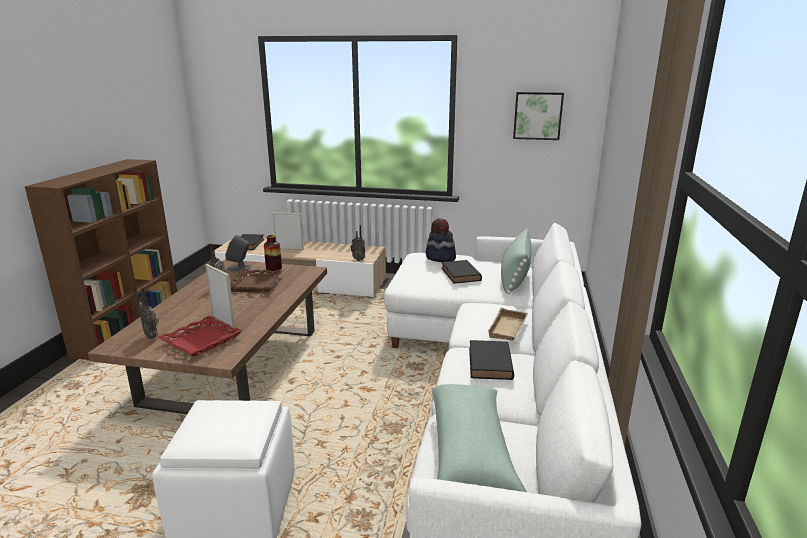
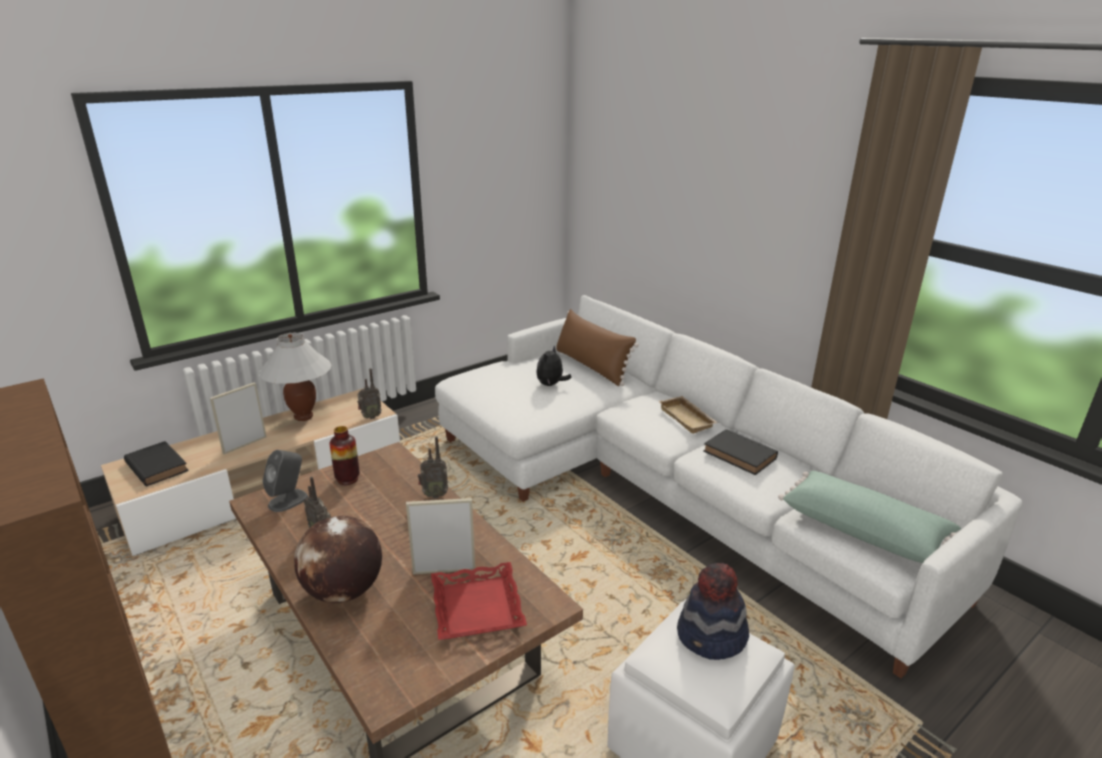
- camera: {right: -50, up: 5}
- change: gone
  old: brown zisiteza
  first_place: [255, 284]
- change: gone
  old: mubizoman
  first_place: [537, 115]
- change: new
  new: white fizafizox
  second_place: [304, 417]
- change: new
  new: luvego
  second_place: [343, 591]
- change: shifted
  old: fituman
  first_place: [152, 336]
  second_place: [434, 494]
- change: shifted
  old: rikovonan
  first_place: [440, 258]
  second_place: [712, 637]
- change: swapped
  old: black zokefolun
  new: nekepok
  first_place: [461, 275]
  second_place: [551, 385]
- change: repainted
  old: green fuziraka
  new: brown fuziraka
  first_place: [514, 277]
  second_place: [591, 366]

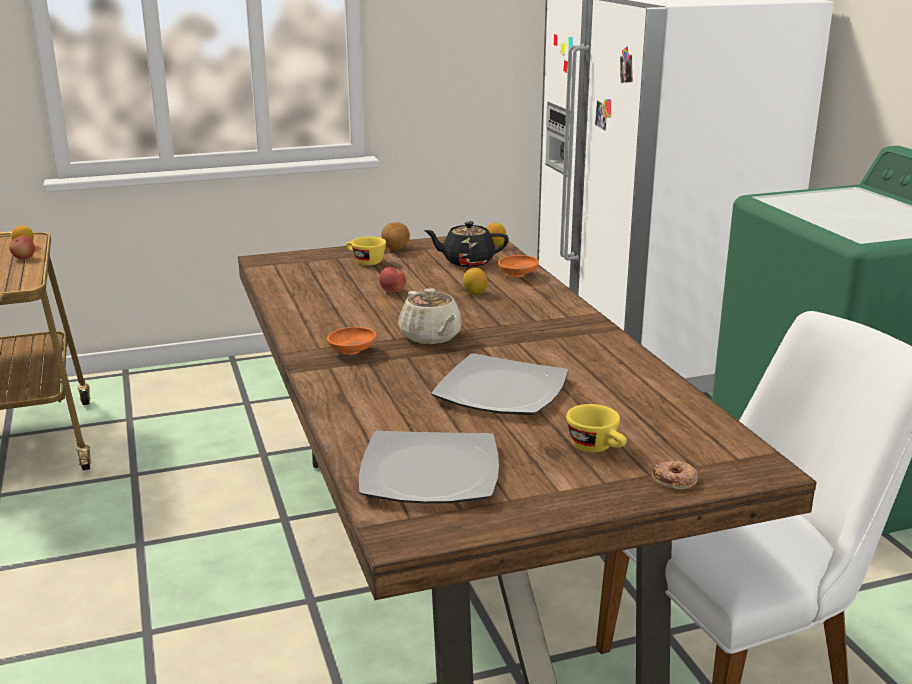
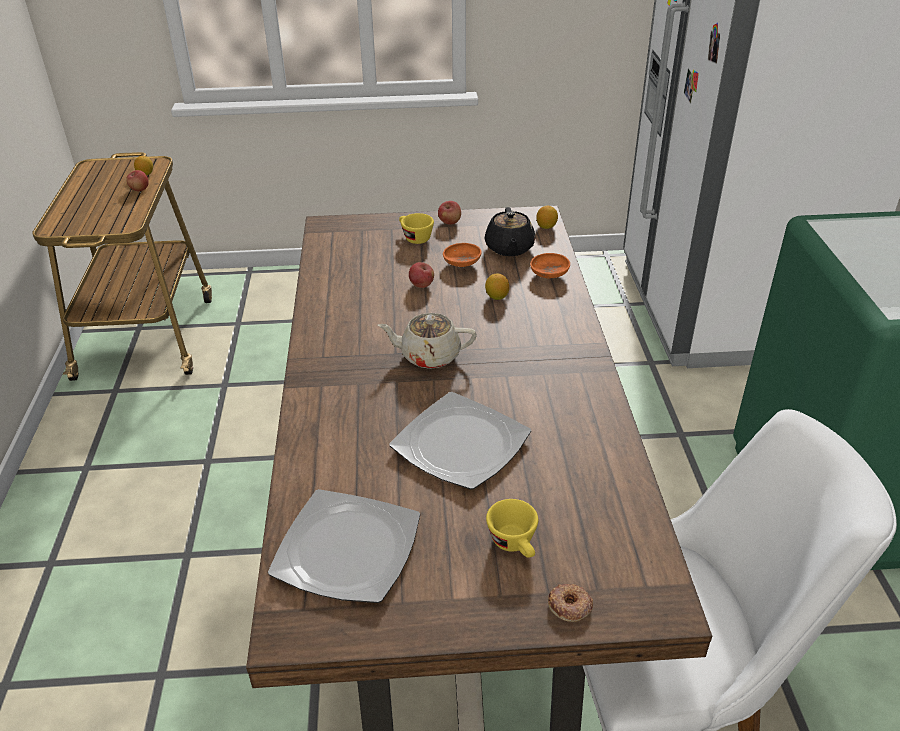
- camera: {right: 15, up: 15}
- change: shifted
  old: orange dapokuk
  first_place: [352, 352]
  second_place: [462, 264]
- change: swapped
  old: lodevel
  new: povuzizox
  first_place: [395, 249]
  second_place: [450, 222]
- change: rotated
  old: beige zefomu
  first_place: [431, 337]
  second_place: [429, 356]
  degrees: 105
- change: rotated
  old: black zefomu
  first_place: [467, 261]
  second_place: [509, 248]
  degrees: -105

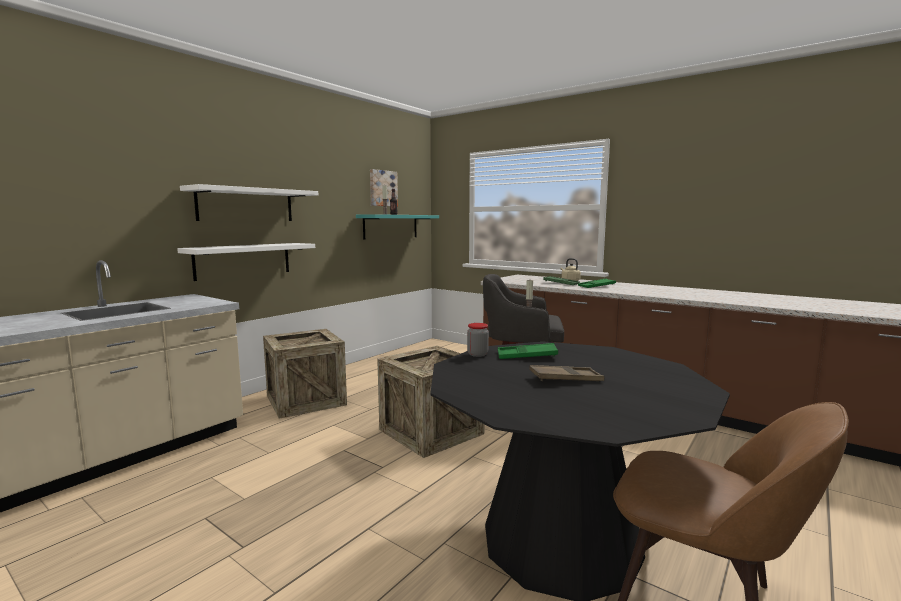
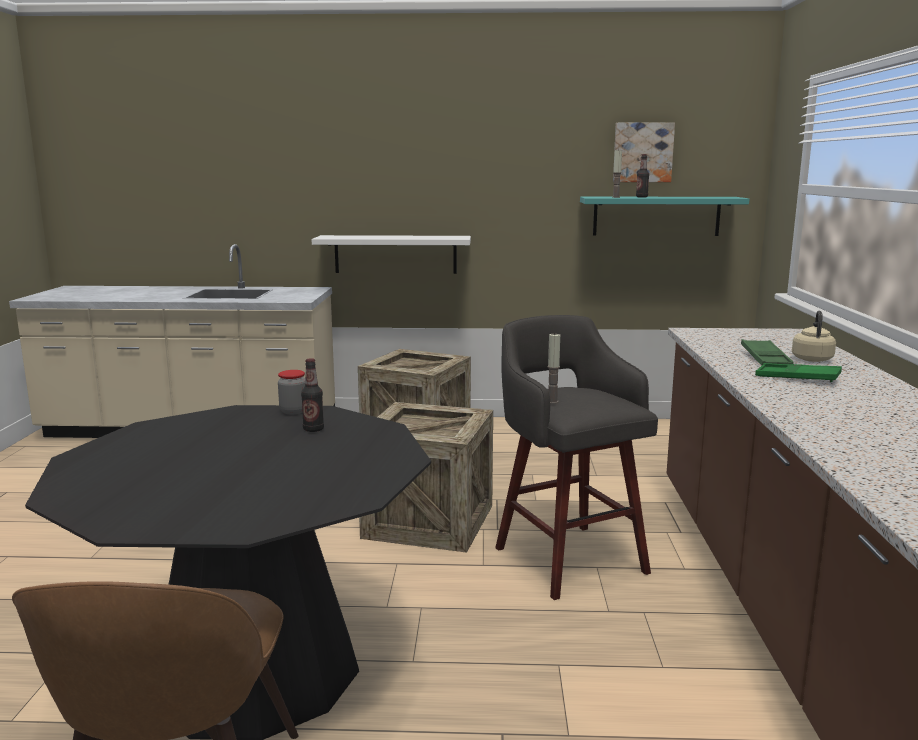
- camera: {right: 55, up: 5}
- change: gone
  old: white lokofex
  first_place: [246, 205]
- change: gone
  old: brown zisiteza
  first_place: [565, 379]
- change: swapped
  old: green zisiteza
  new: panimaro
  first_place: [527, 356]
  second_place: [313, 429]

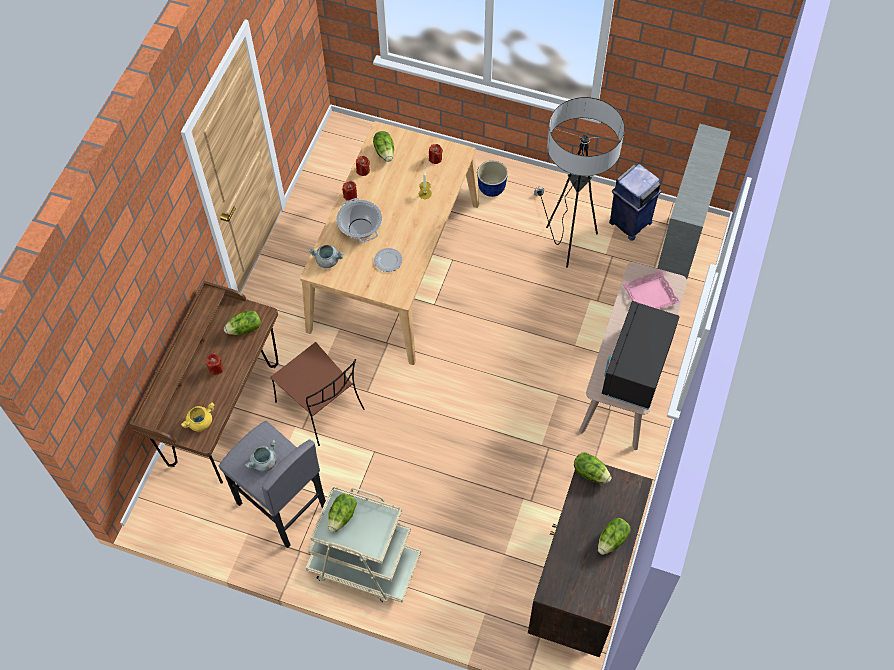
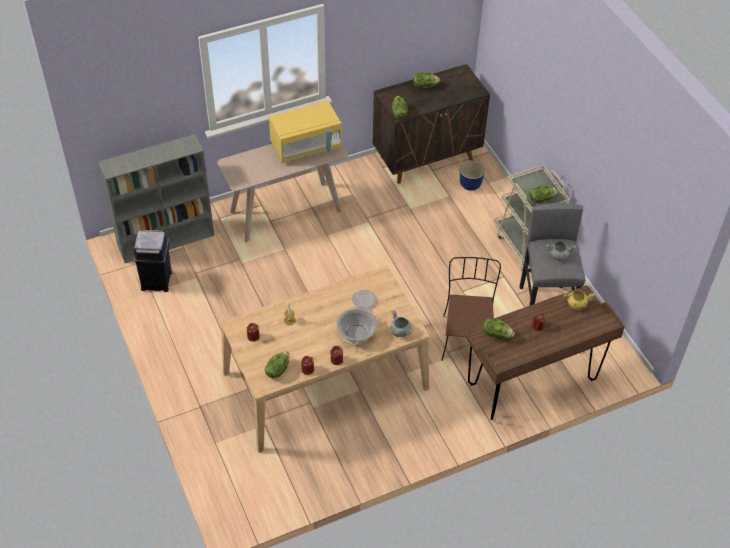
- camera: {right: -135, up: -10}
- change: gone
  old: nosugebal
  first_place: [568, 242]
- change: gone
  old: pink zisiteza
  first_place: [650, 295]
- change: shifted
  old: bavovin
  first_place: [491, 189]
  second_place: [470, 185]
- change: repainted
  old: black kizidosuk
  new: yellow kizidosuk
  first_place: [636, 368]
  second_place: [306, 146]

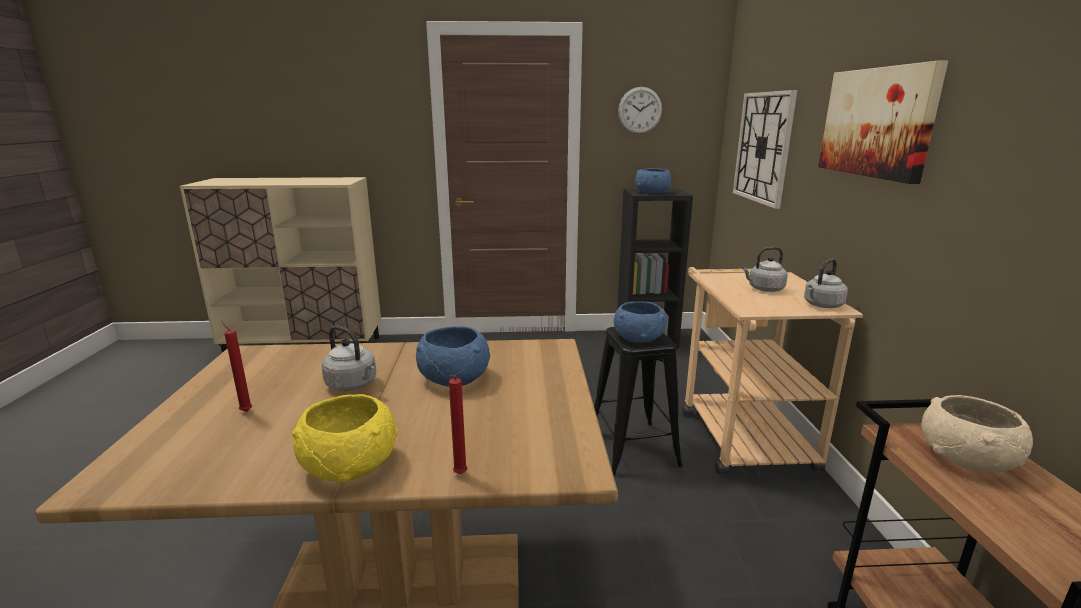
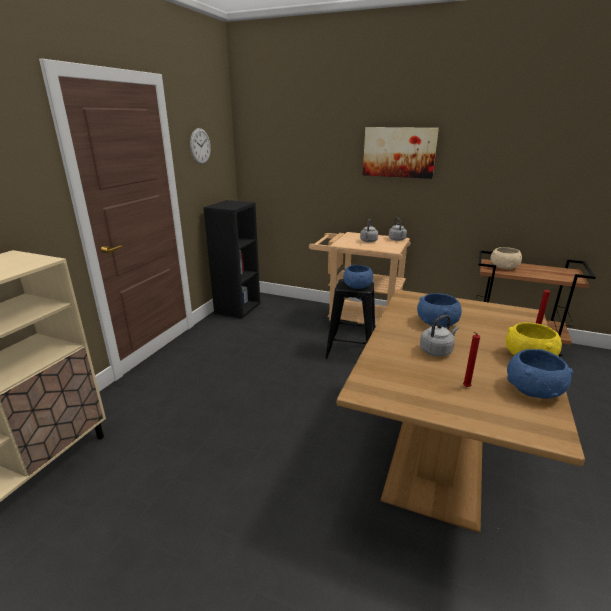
- camera: {right: -65, up: 5}
- change: gone
  old: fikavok
  first_place: [763, 147]
- change: shifted
  old: blue dapokuk
  first_place: [652, 192]
  second_place: [533, 389]

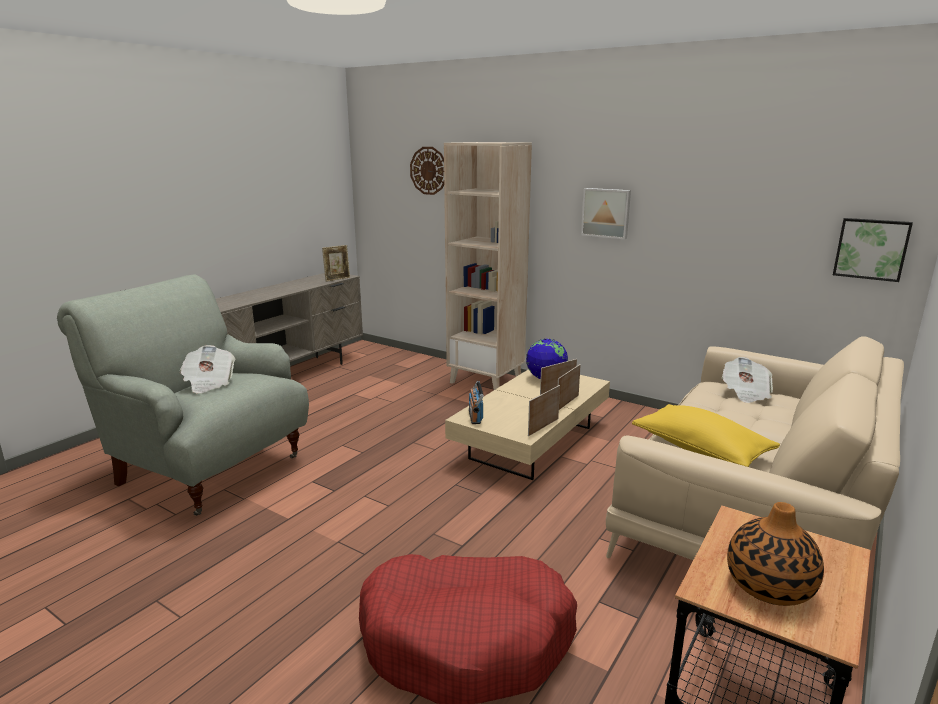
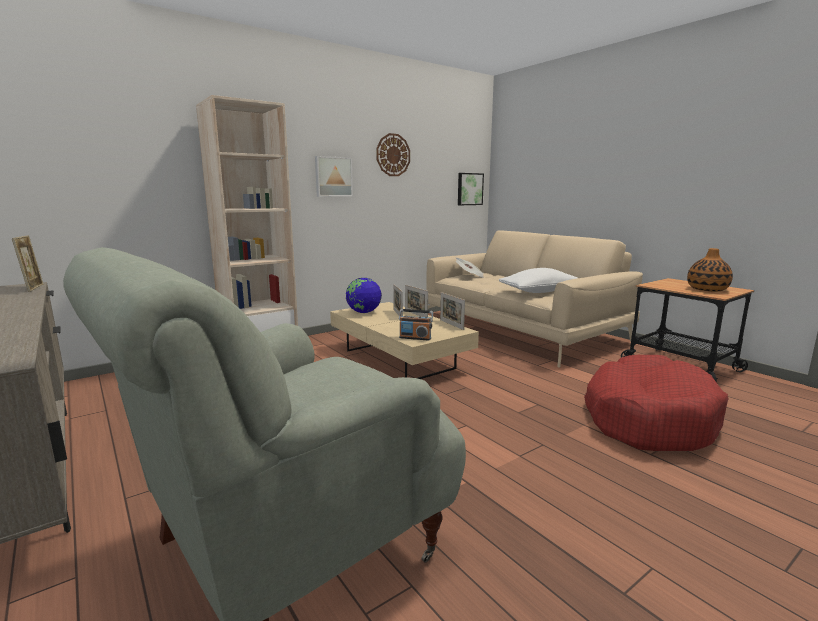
- camera: {right: -70, up: -5}
- change: gone
  old: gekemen
  first_place: [209, 383]
- change: shifted
  old: fikavok
  first_place: [429, 170]
  second_place: [393, 155]
- change: repainted
  old: yellow fuziraka
  new: white fuziraka
  first_place: [701, 450]
  second_place: [539, 291]

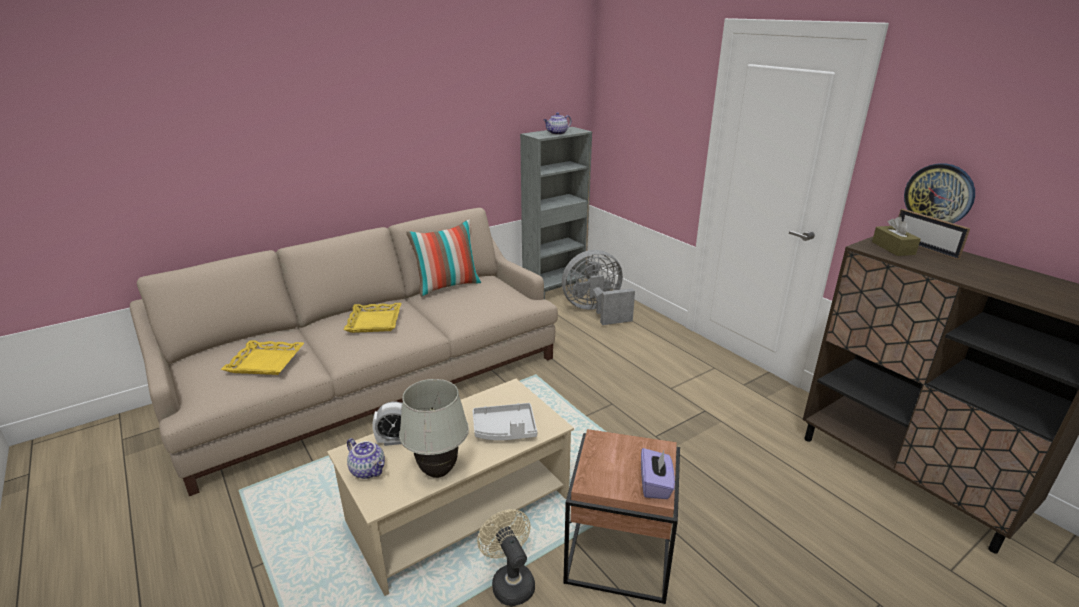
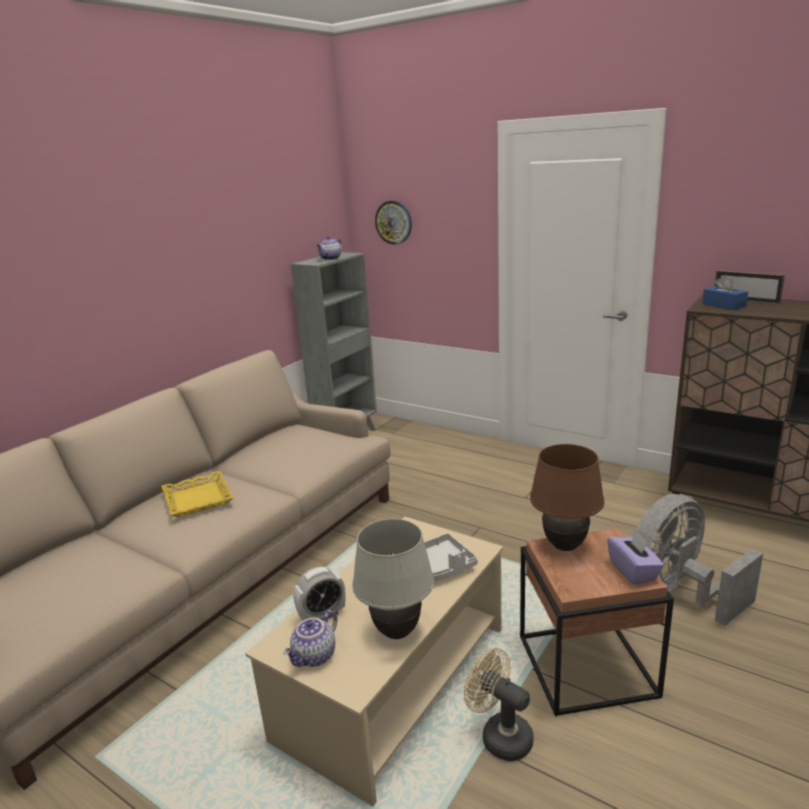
- camera: {right: -20, up: -5}
- change: gone
  old: yellow zisiteza
  first_place: [265, 362]
- change: gone
  old: fuziraka
  first_place: [447, 286]
- change: new
  new: brown fizafizox
  second_place: [565, 546]
- change: shifted
  old: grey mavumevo
  first_place: [596, 311]
  second_place: [676, 595]
- change: shifted
  old: fikavok
  first_place: [939, 195]
  second_place: [394, 222]
- change: repainted
  old: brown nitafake
  new: blue nitafake
  first_place: [893, 248]
  second_place: [723, 305]
- change: rotated
  old: zefomu
  first_place: [369, 470]
  second_place: [315, 657]
  degrees: 105

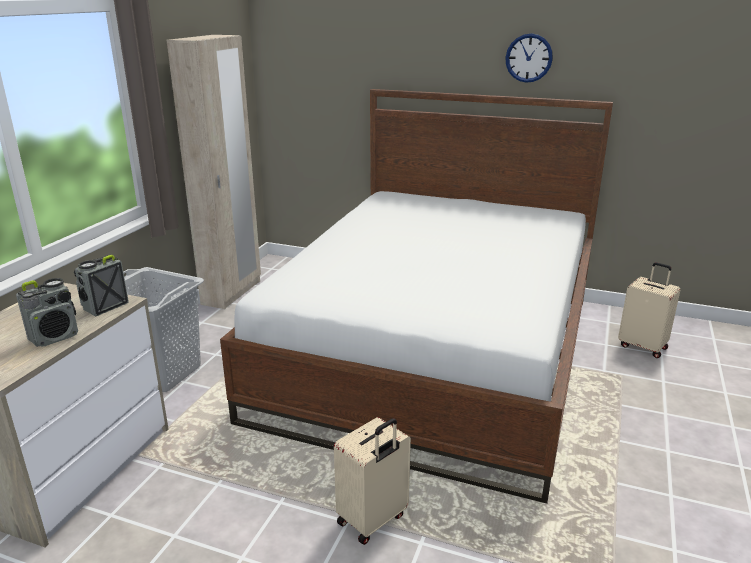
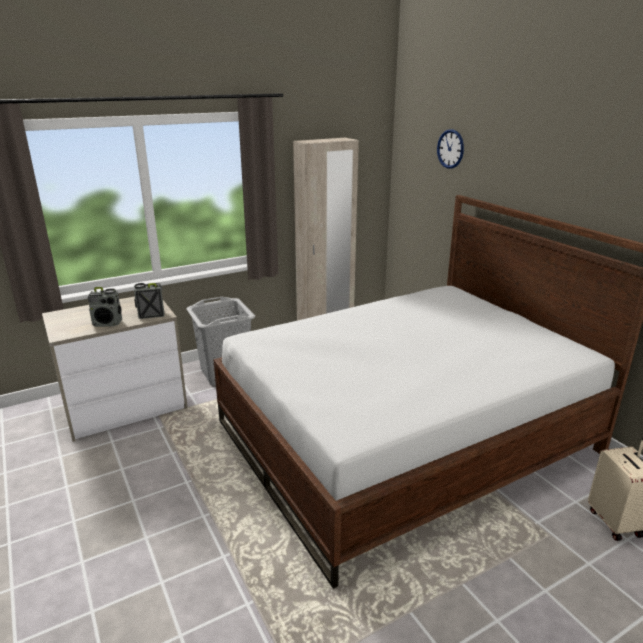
- camera: {right: 40, up: 0}
- change: gone
  old: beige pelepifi
  first_place: [373, 520]
- change: shifted
  old: fikavok
  first_place: [528, 58]
  second_place: [450, 149]

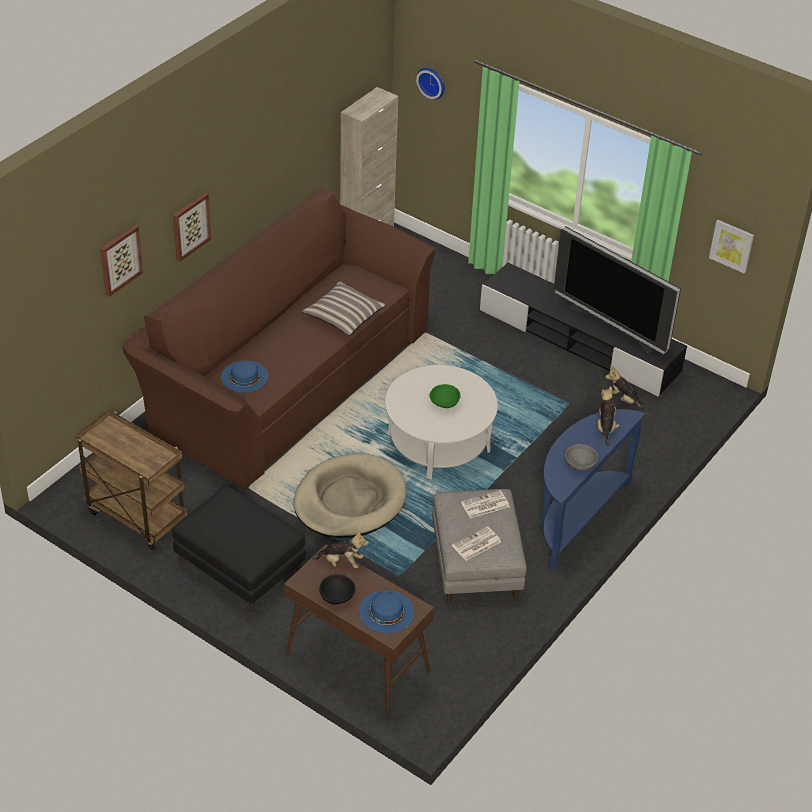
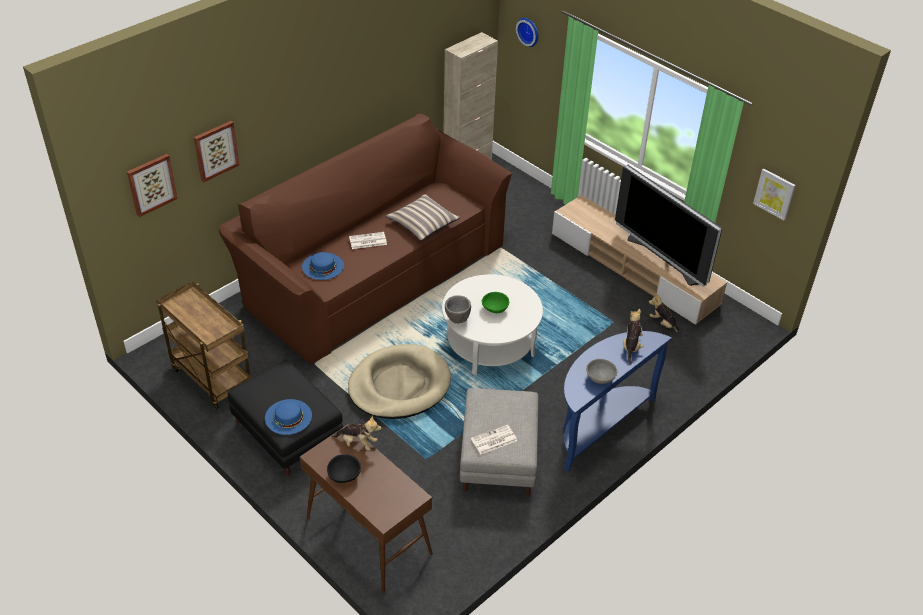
- camera: {right: 10, up: 0}
- change: new
  new: grey dapokuk
  second_place: [457, 320]
- change: shifted
  old: mubizoman
  first_place: [190, 226]
  second_place: [151, 184]
- change: shifted
  old: blue rikovonan
  first_place: [386, 611]
  second_place: [288, 417]
- change: shifted
  old: gekemen
  first_place: [484, 505]
  second_place: [367, 241]
- change: repainted
  old: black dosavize
  new: beige dosavize
  first_place: [579, 342]
  second_place: [634, 269]

